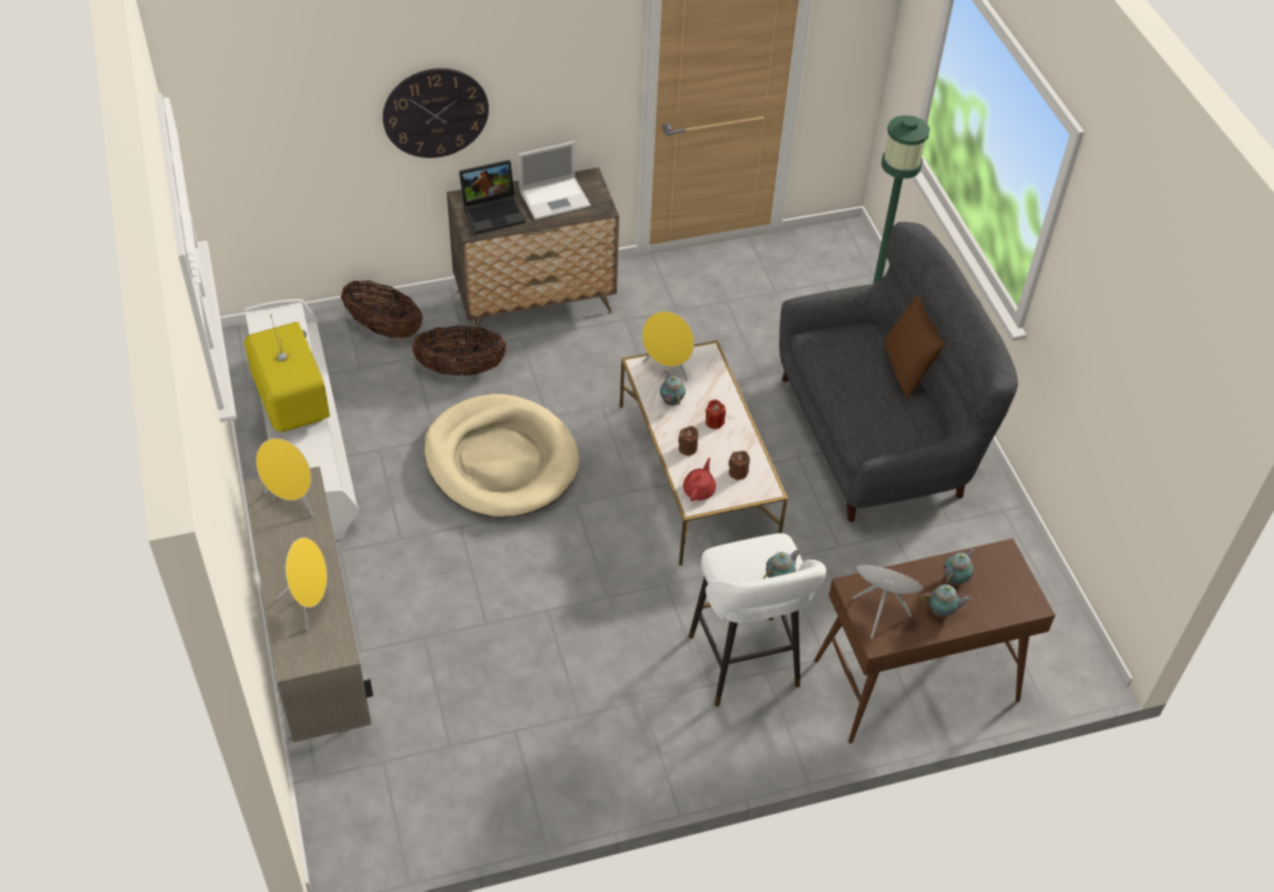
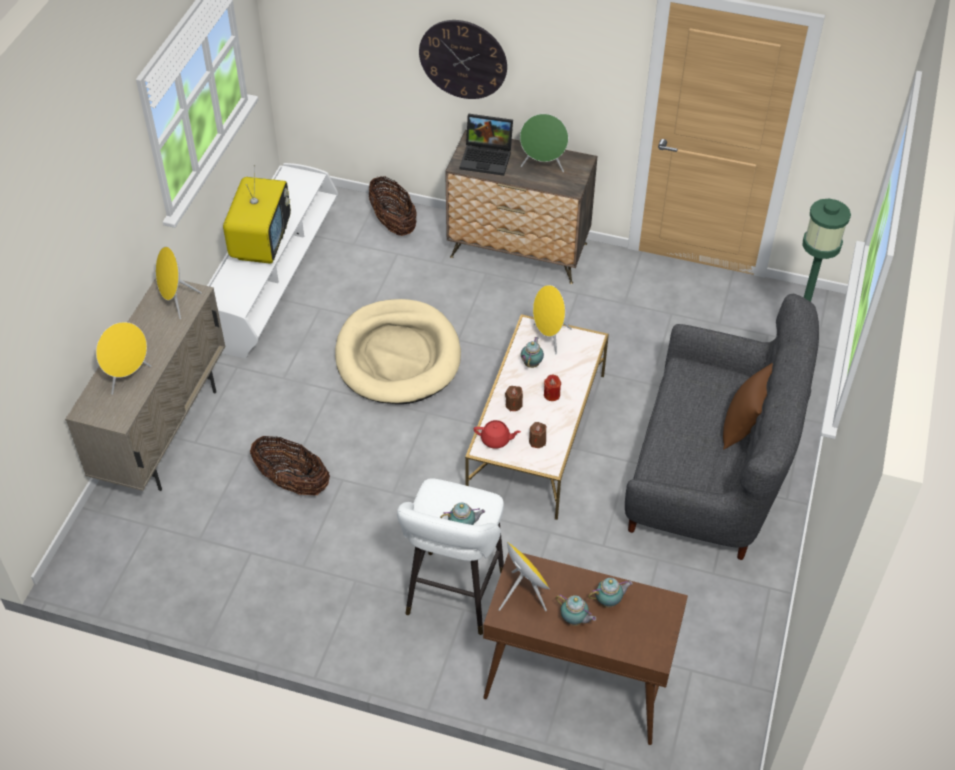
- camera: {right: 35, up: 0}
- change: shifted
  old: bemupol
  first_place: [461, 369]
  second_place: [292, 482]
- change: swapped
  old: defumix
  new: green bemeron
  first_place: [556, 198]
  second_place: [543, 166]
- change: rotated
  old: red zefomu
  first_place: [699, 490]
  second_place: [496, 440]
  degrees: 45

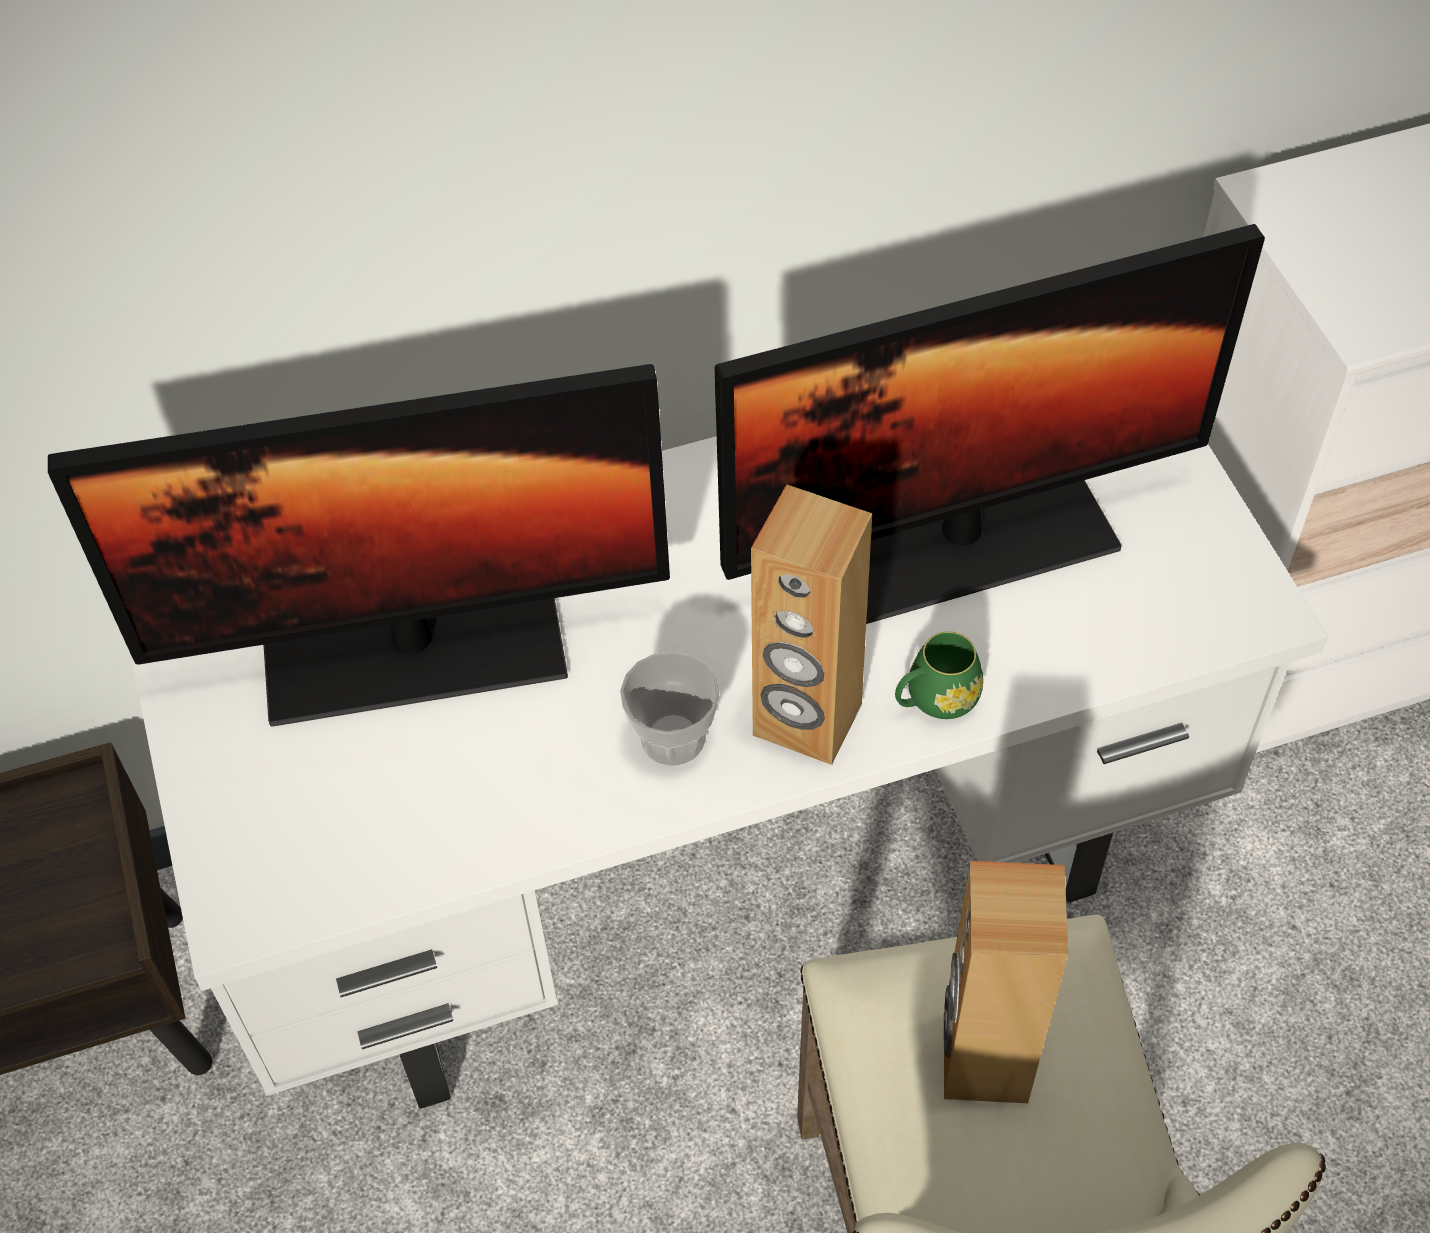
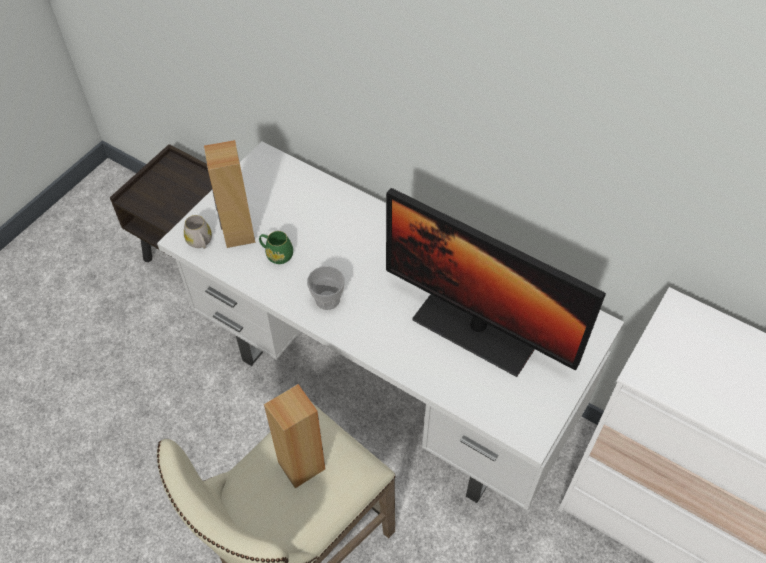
- camera: {right: 50, up: 0}
- change: gone
  old: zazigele
  first_place: [413, 647]
- change: new
  new: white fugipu
  second_place: [200, 242]
- change: shifted
  old: brown bemeron
  first_place: [806, 721]
  second_place: [238, 233]
- change: shifted
  old: green fugipu
  first_place: [935, 699]
  second_place: [276, 254]

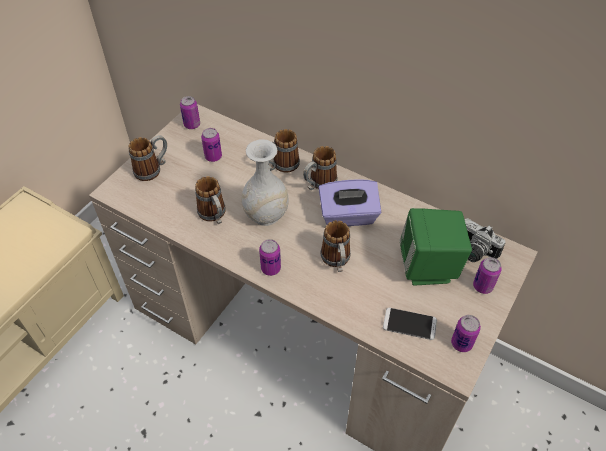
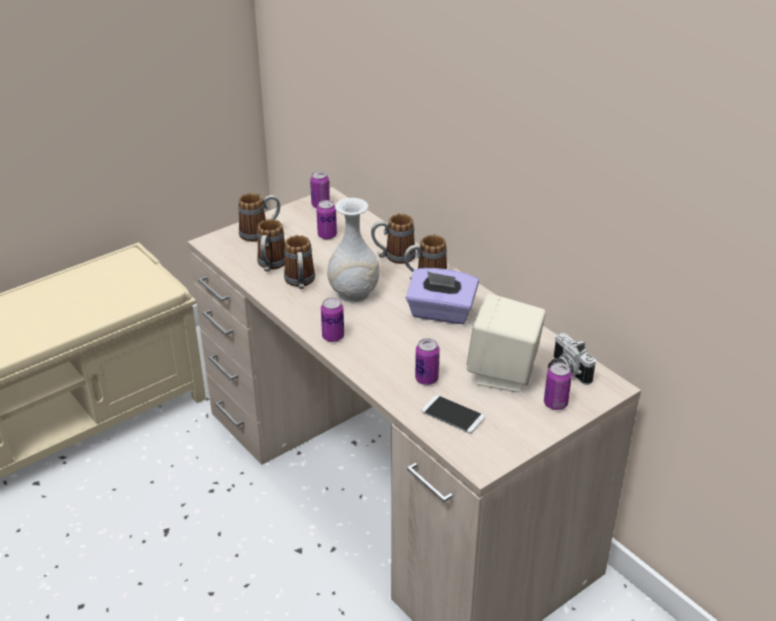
- camera: {right: 20, up: -15}
- change: shifted
  old: fugipu
  first_place: [336, 261]
  second_place: [270, 266]
- change: shifted
  old: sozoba
  first_place: [461, 343]
  second_place: [426, 379]
- change: repainted
  old: green bemeron
  new: beige bemeron
  first_place: [428, 267]
  second_place: [503, 374]

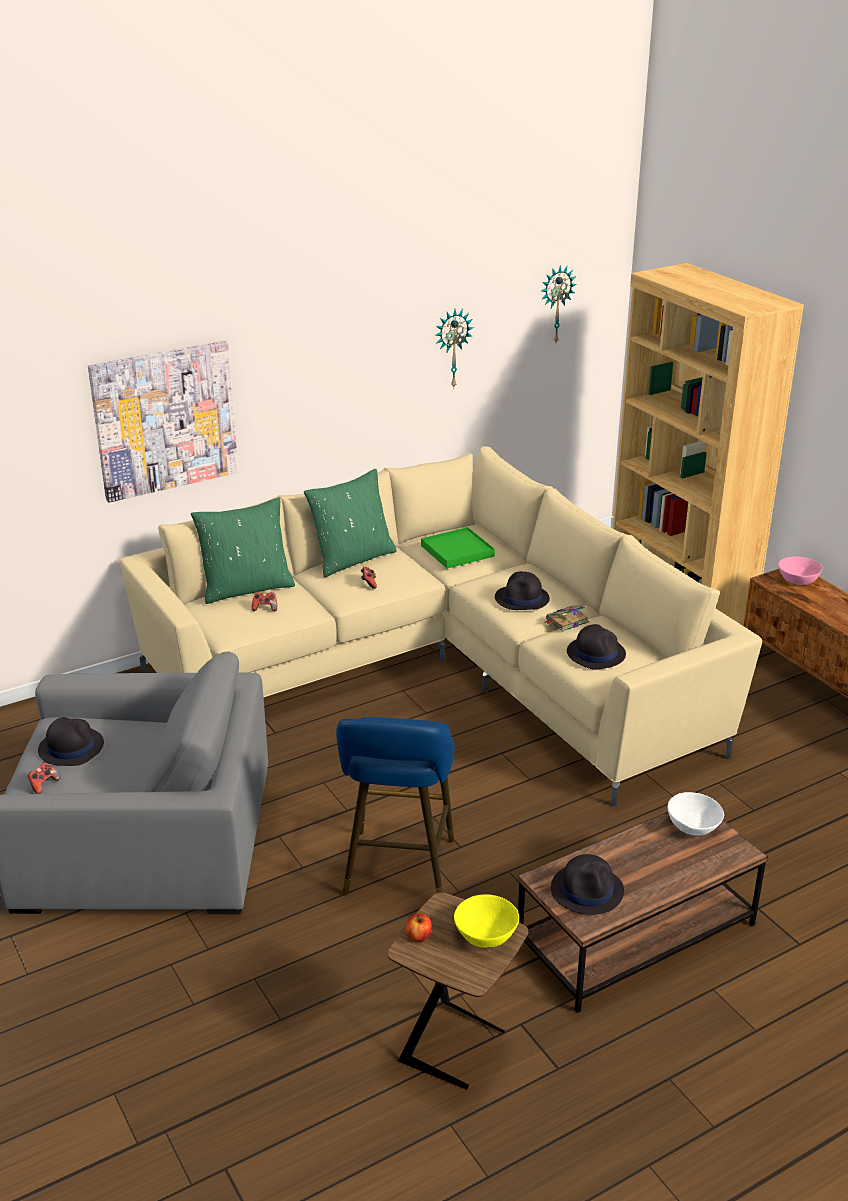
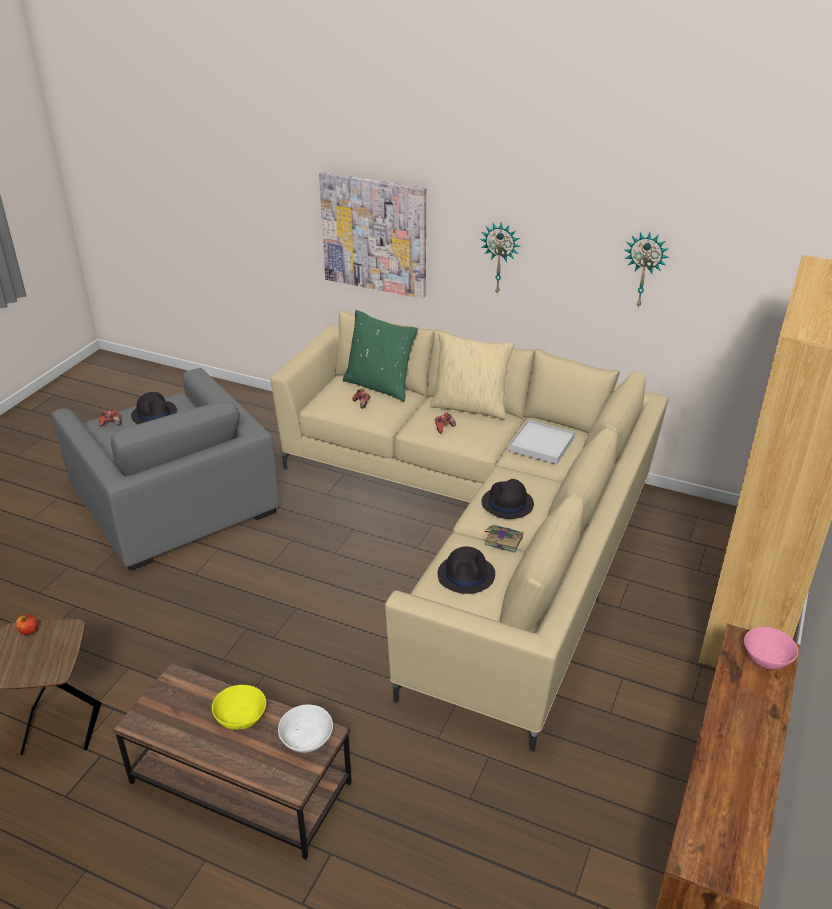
- camera: {right: 55, up: 5}
- change: gone
  old: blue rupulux
  first_place: [398, 872]
- change: gone
  old: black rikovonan
  first_place: [587, 890]
- change: shifted
  old: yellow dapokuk
  first_place: [485, 934]
  second_place: [240, 717]
- change: shifted
  old: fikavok
  first_place: [555, 304]
  second_place: [500, 257]
- change: repainted
  old: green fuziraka
  new: beige fuziraka
  first_place: [352, 559]
  second_place: [470, 407]
- change: repainted
  old: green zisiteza
  new: white zisiteza
  first_place: [457, 551]
  second_place: [541, 444]

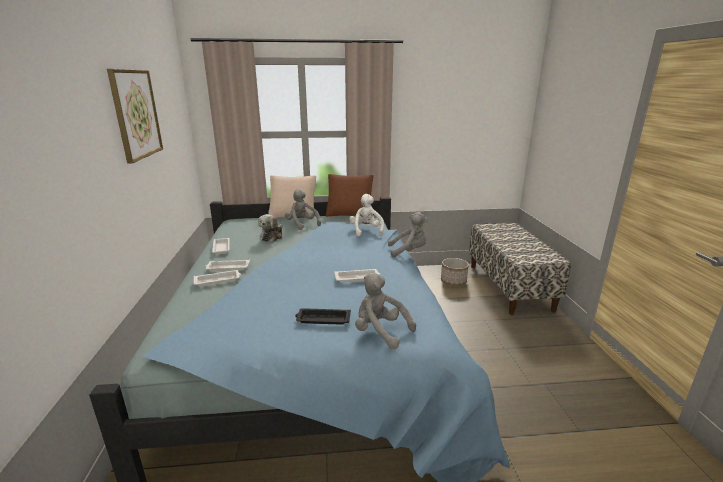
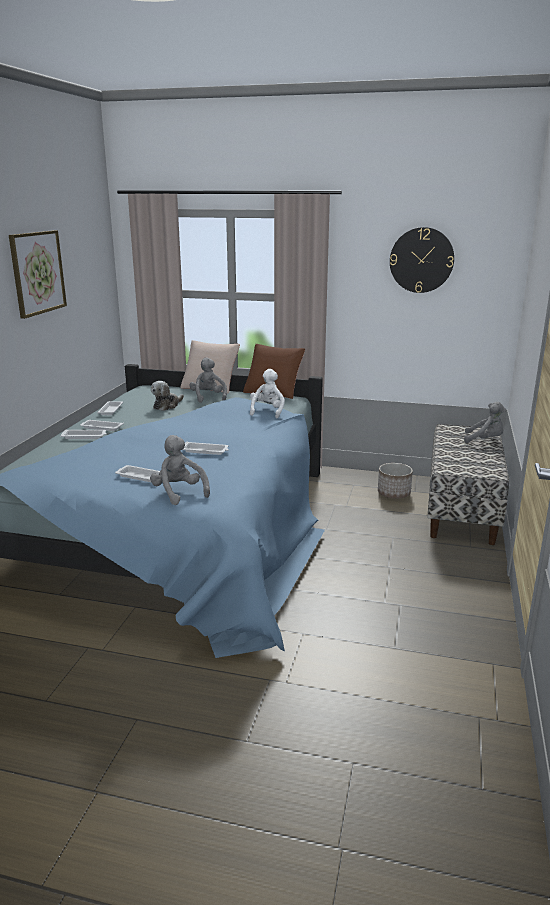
- camera: {right: 20, up: 0}
- change: new
  new: fikavok
  second_place: [421, 260]
- change: shifted
  old: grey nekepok
  first_place: [409, 251]
  second_place: [484, 440]
- change: repainted
  old: black zisiteza
  new: white zisiteza
  first_place: [322, 319]
  second_place: [140, 476]

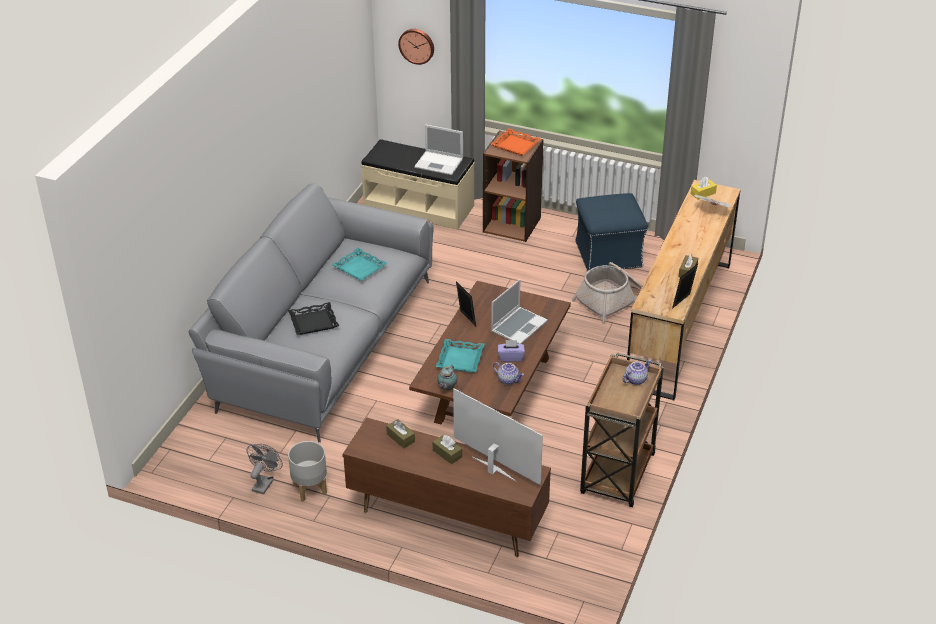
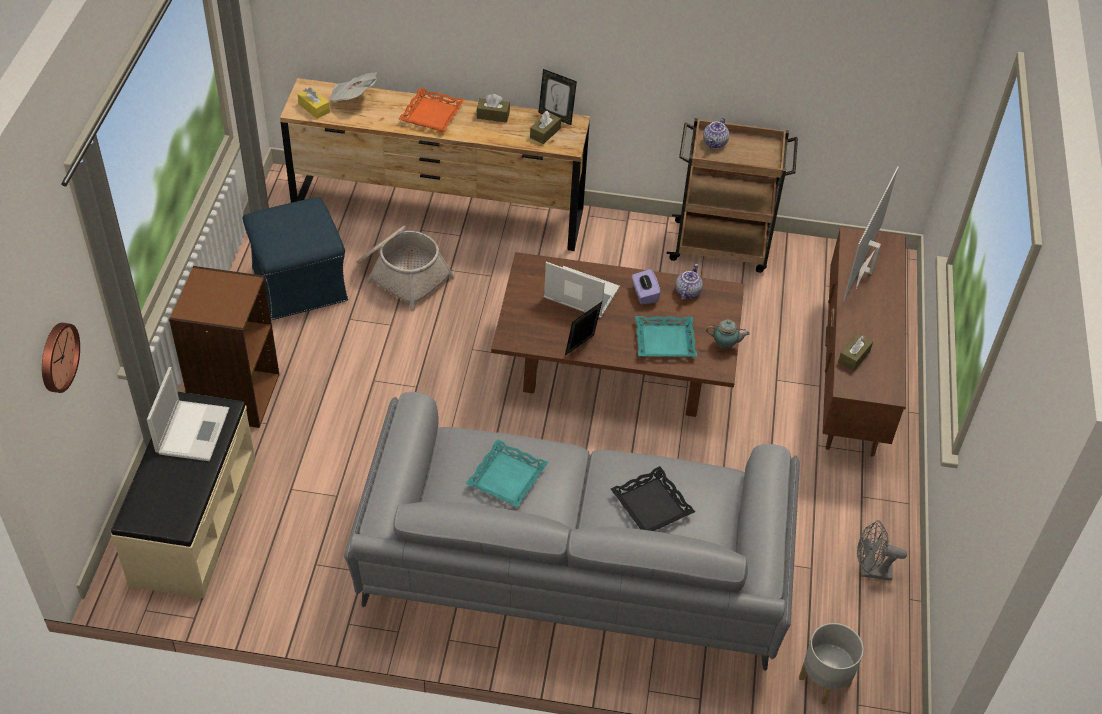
- camera: {right: -105, up: 10}
- change: shifted
  old: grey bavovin
  first_place: [309, 489]
  second_place: [824, 682]
- change: shifted
  old: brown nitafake
  first_place: [447, 454]
  second_place: [545, 133]
- change: shifted
  old: orange zisiteza
  first_place: [516, 145]
  second_place: [431, 114]
- change: rotated
  old: zefomu
  first_place: [635, 379]
  second_place: [715, 143]
  degrees: -105

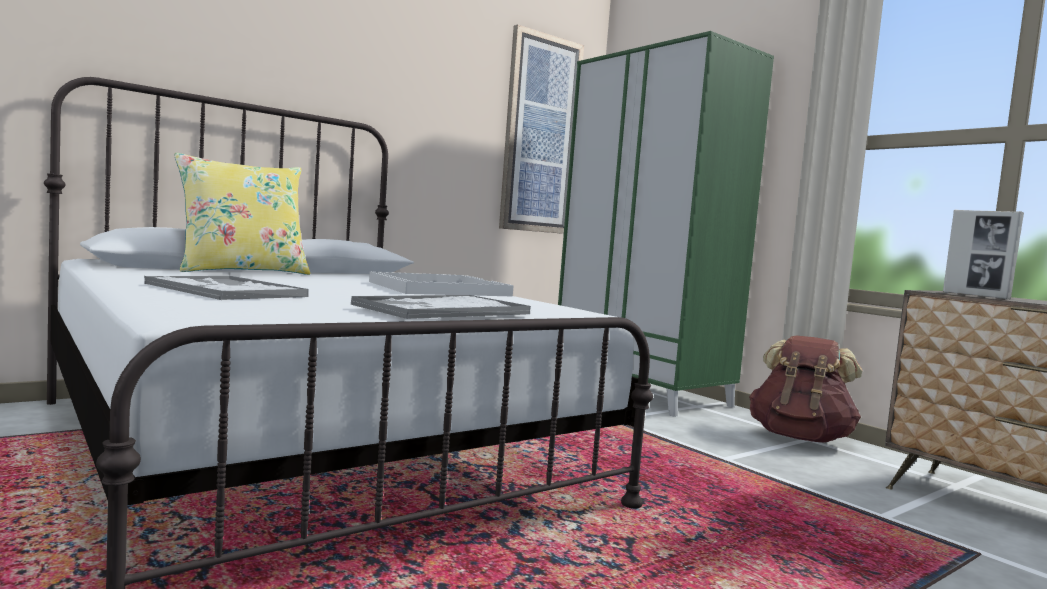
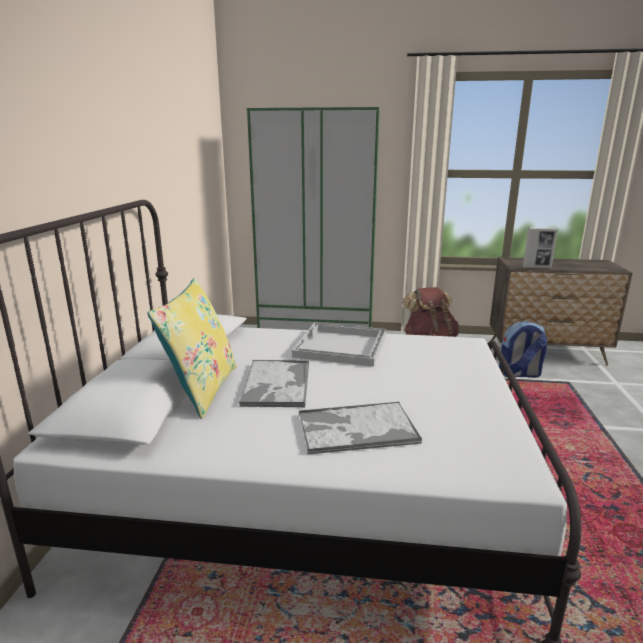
- camera: {right: -45, up: 15}
- change: gone
  old: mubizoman
  first_place: [540, 135]
- change: new
  new: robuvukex
  second_place: [519, 374]
- change: shifted
  old: zisiteza
  first_place: [441, 309]
  second_place: [276, 384]

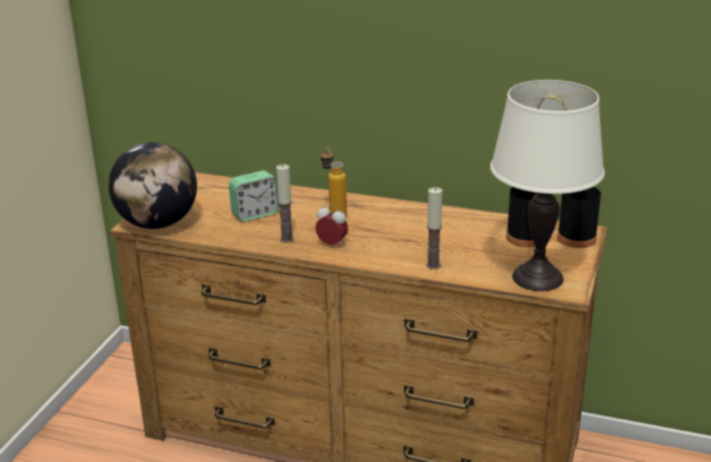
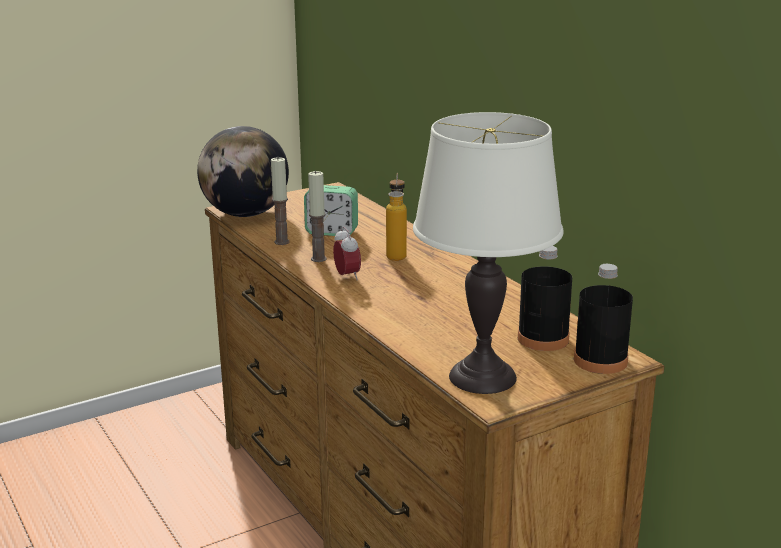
- camera: {right: 40, up: -5}
- change: shifted
  old: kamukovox
  first_place: [433, 265]
  second_place: [282, 242]

